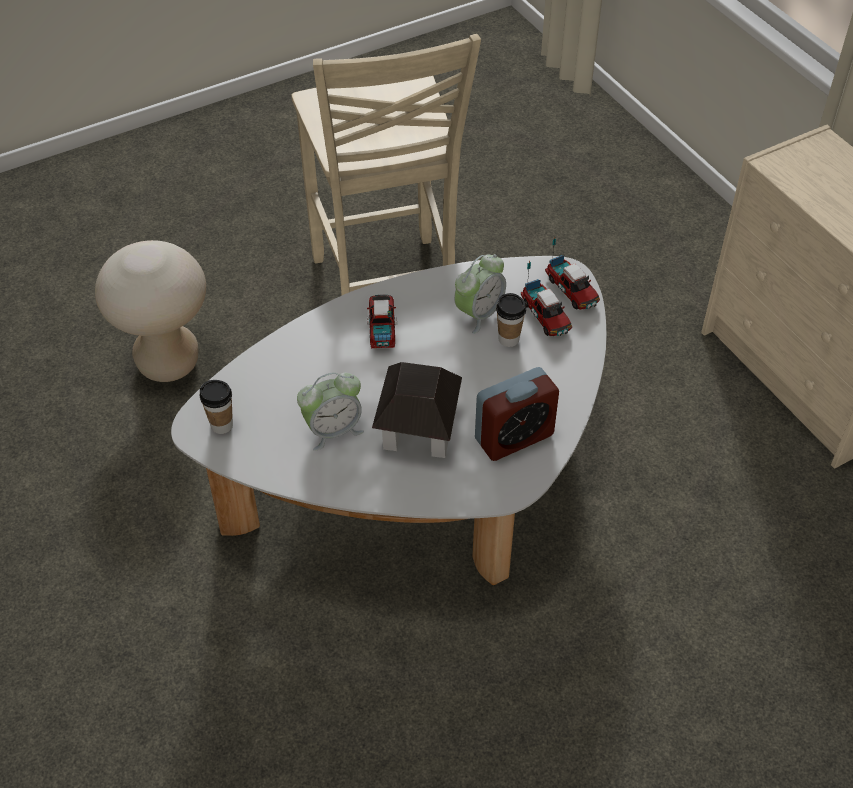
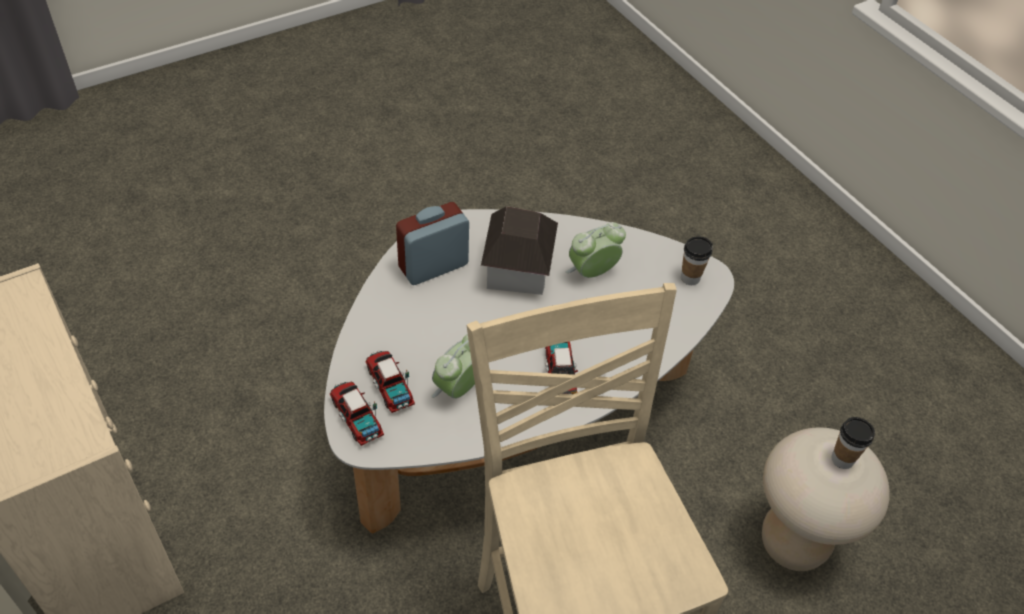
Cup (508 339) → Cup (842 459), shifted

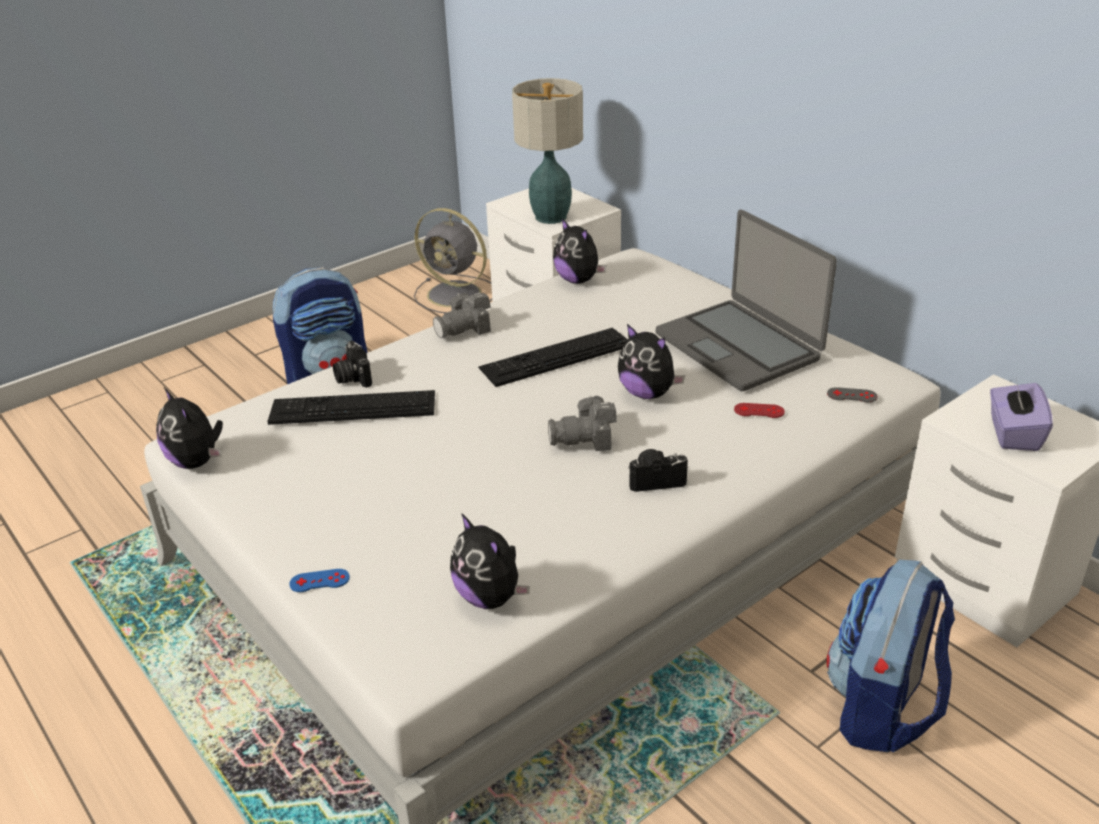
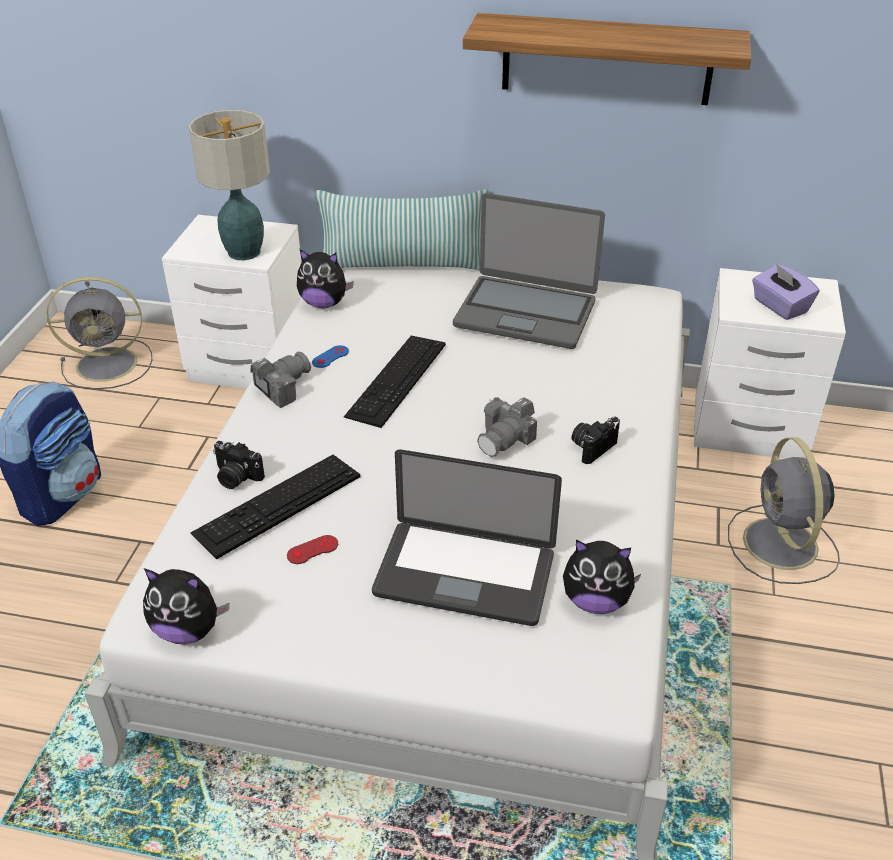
PhotoCamera (465 328) → PhotoCamera (281 387), 150 degrees counterclockwise
RedGameController (759 411) → RedGameController (312 550), shifted
BlueGameController (319 581) → BlueGameController (330 357), shifted
- → Pillow (403 265)
- → Laptop (464 575)
- → Shelf (607 59)
Backpack (882 709) → GreyFan (781 546)
PlushToy (647 393) → -
GreyGameController (852 395) → -

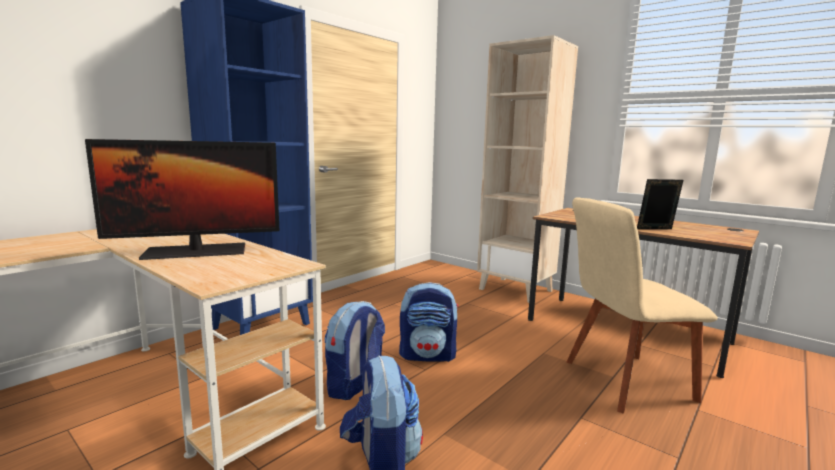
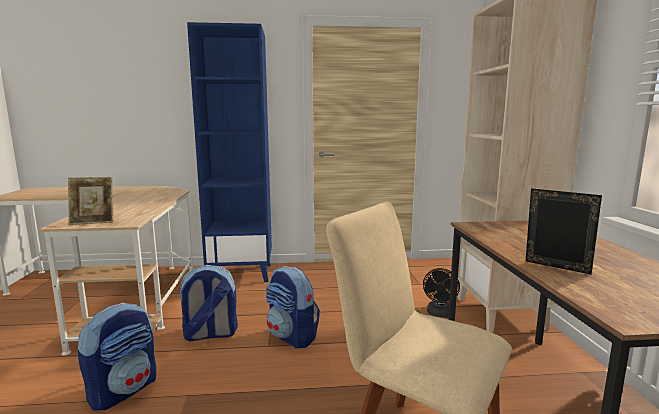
- → PictureFrame (93 222)
- → BlackFan (440 314)
Monitor (196 251) → -

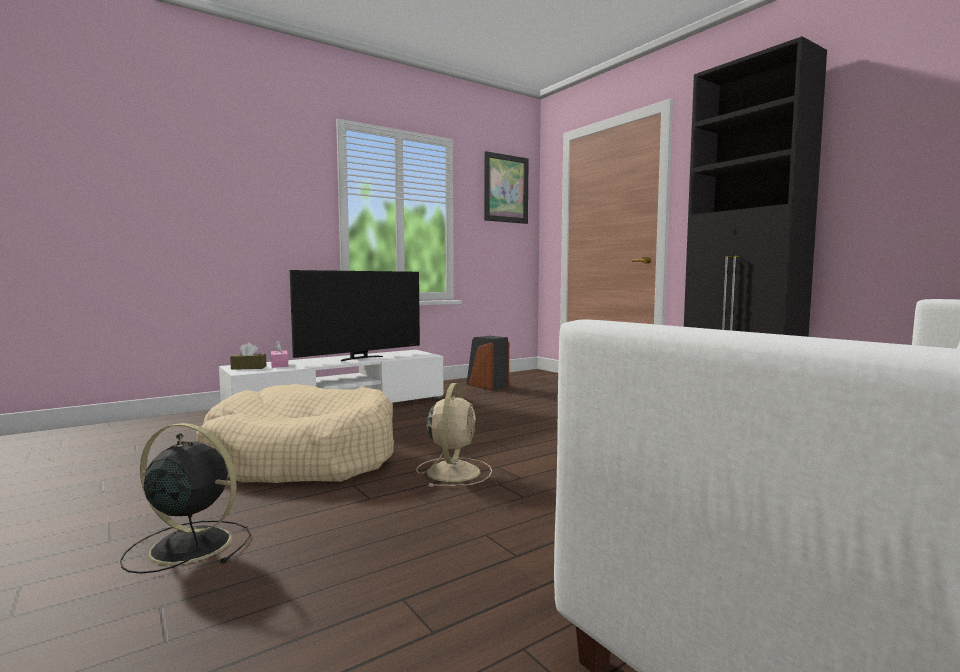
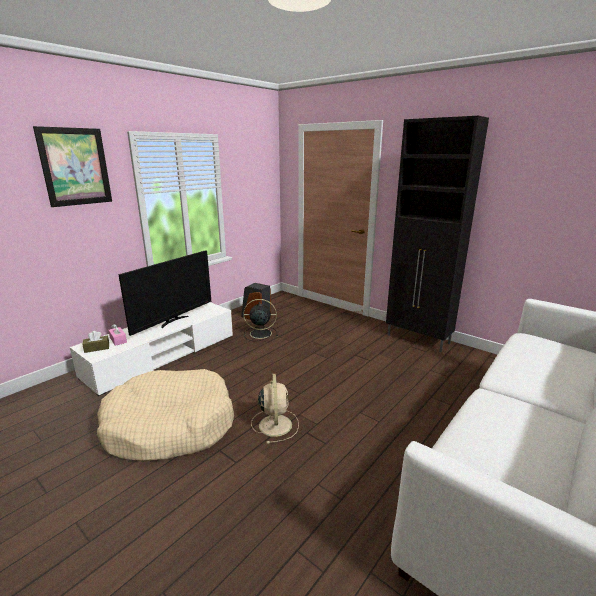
Picture (506 188) → Picture (75 167), shifted
BlackFan (188 545) → BlackFan (259 333), shifted

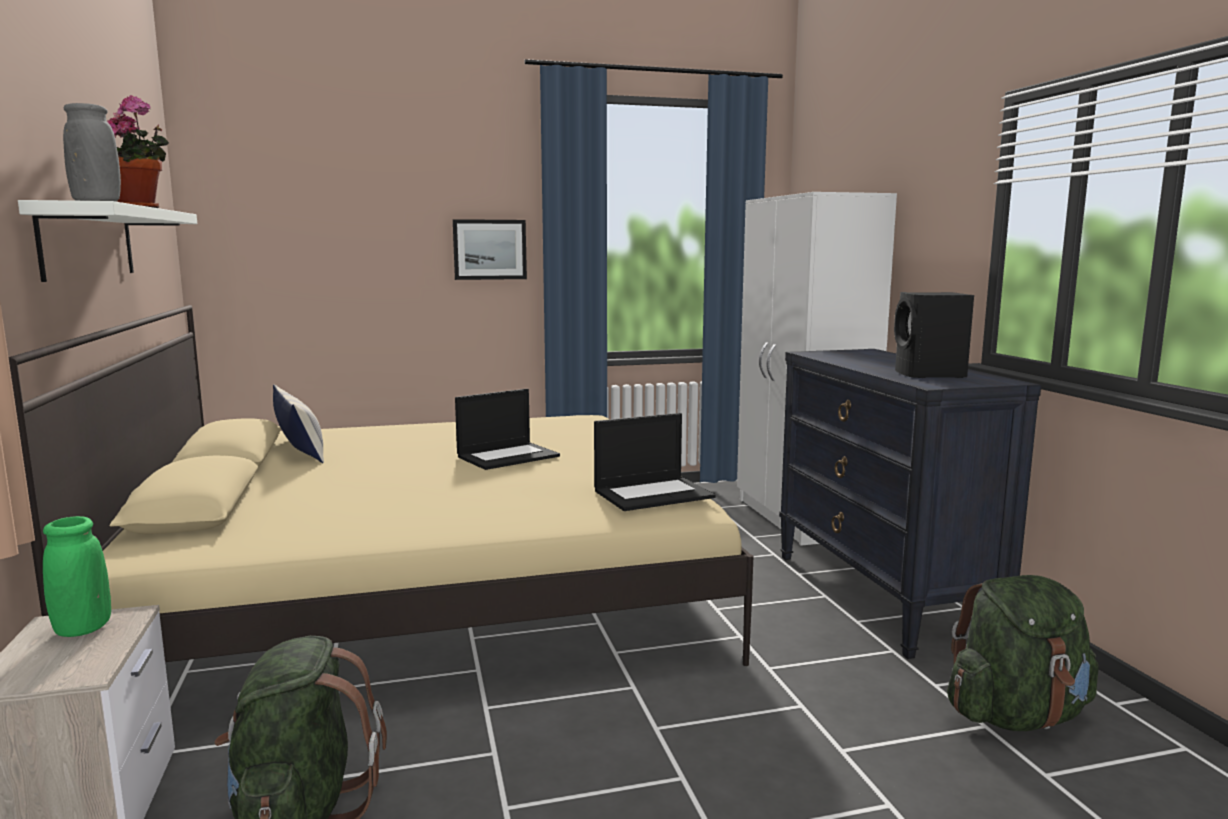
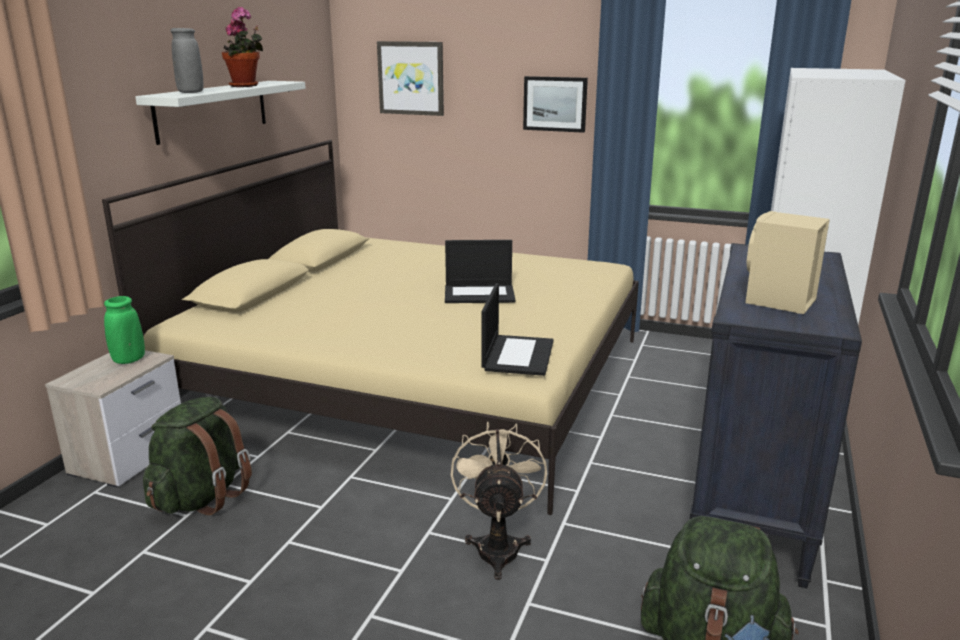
- → Picture (411 78)
- → BeigeFan (498 545)
Laptop (654 493) → Laptop (517 355), 90 degrees counterclockwise
BlackSpeaker (929 374) → BeigeSpeaker (778 302)
Pillow (300 449) → -

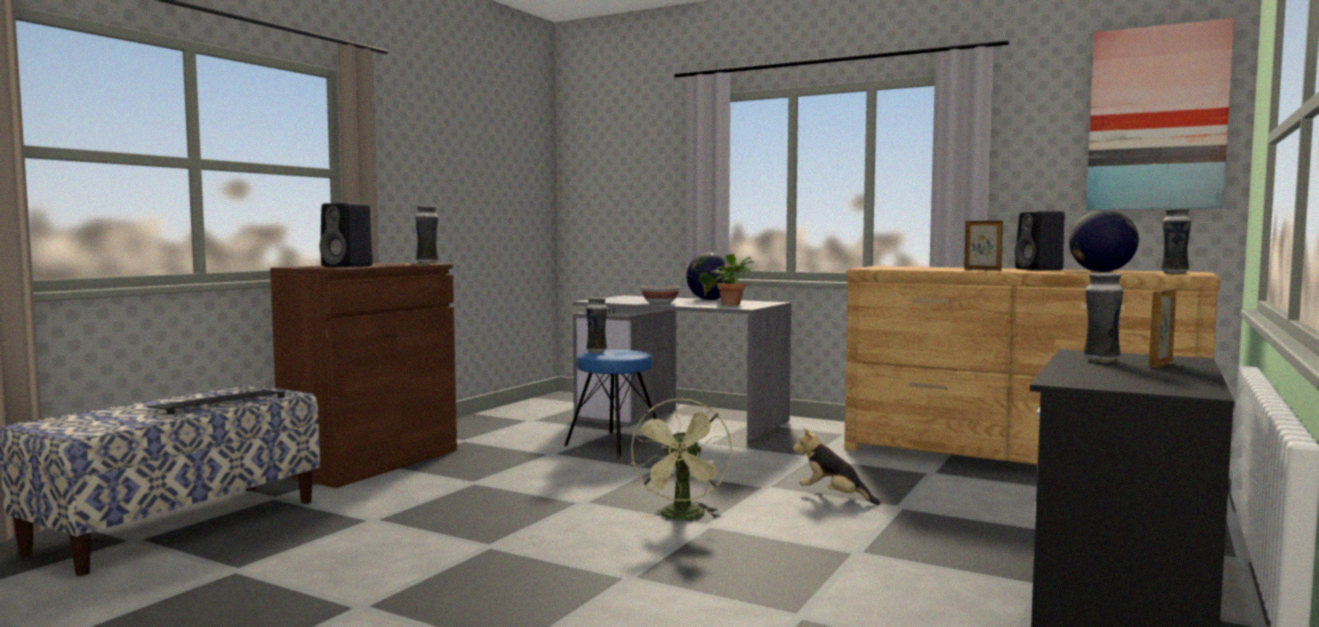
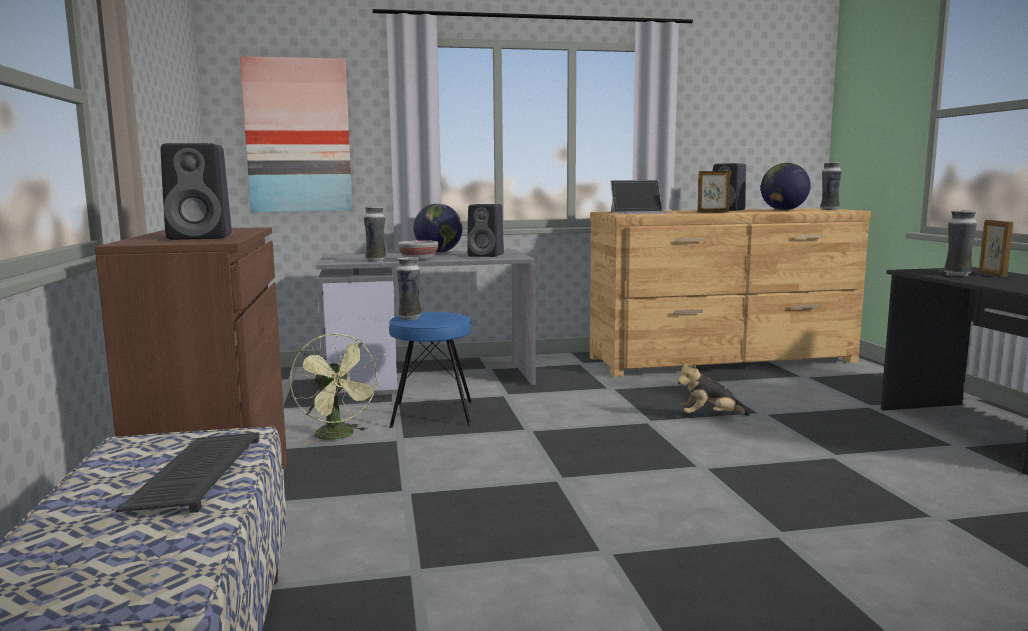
Picture (1157 118) → Picture (298 136), shifted
GreenFan (683 517) → GreenFan (339 436), shifted
Vase (427 263) → Vase (376 261), shifted
PottedPlant (731 304) → BlackSpeaker (487 255)
- → Laptop (642 212)

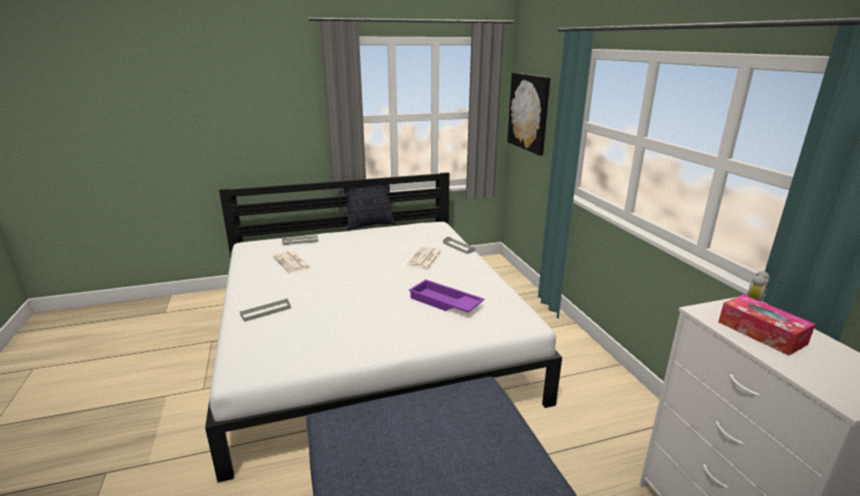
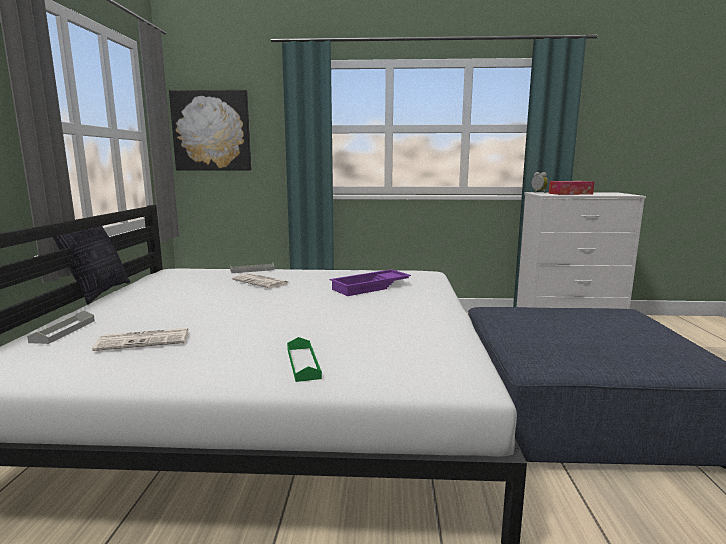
GreyTray (266 311) → GreenTray (303 363)

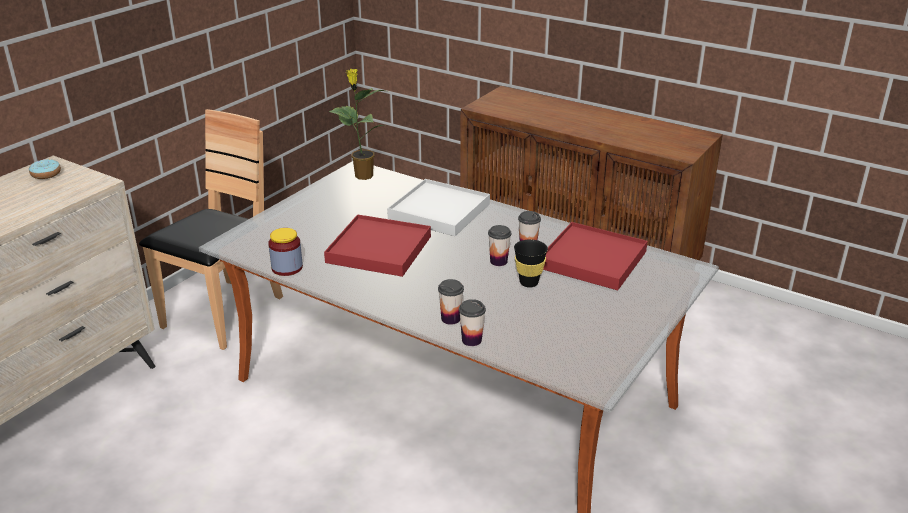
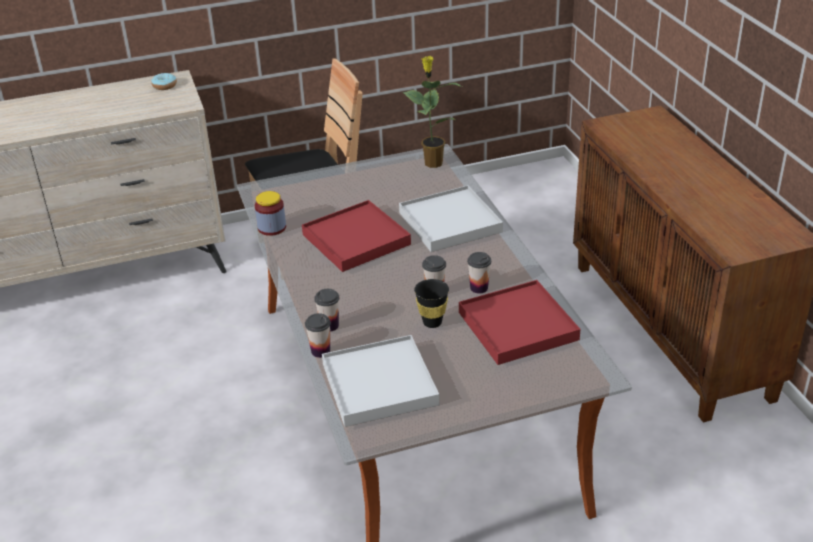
- → WhiteTray (379 384)

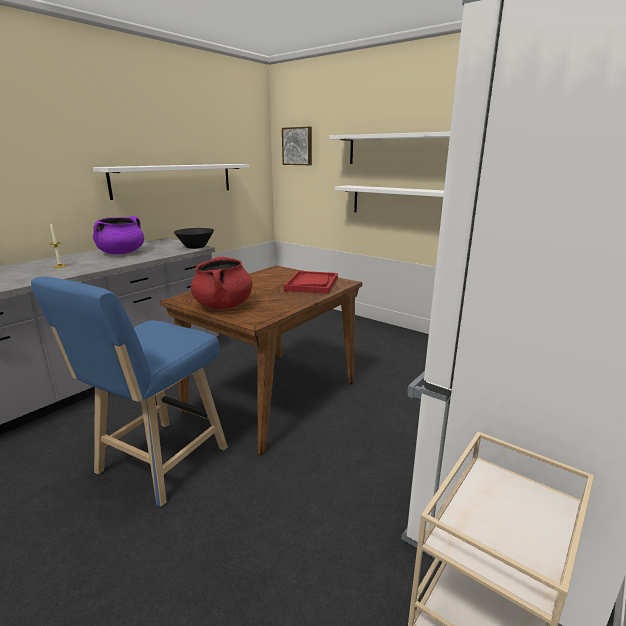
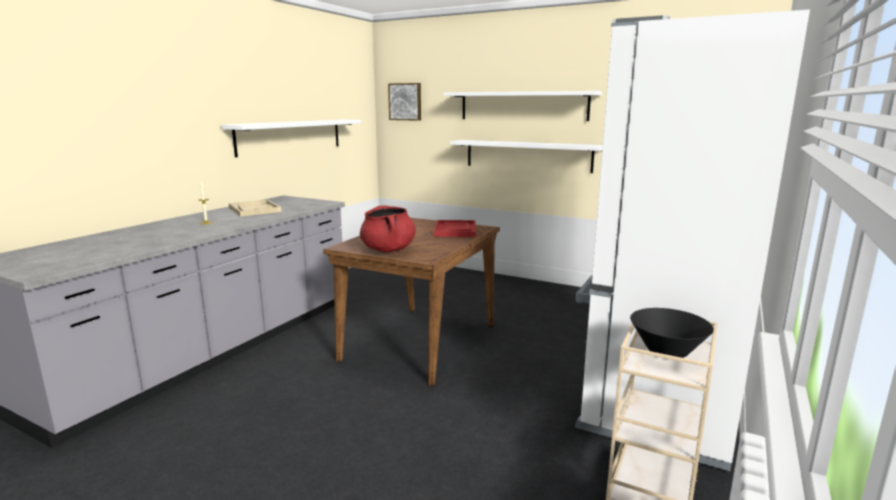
PurpleCookingPot (121 253) → BeigeTray (254 210)
BlackBowl (195 247) → BlackBowl (667 352), shifted
BlueStool (157 464) → -

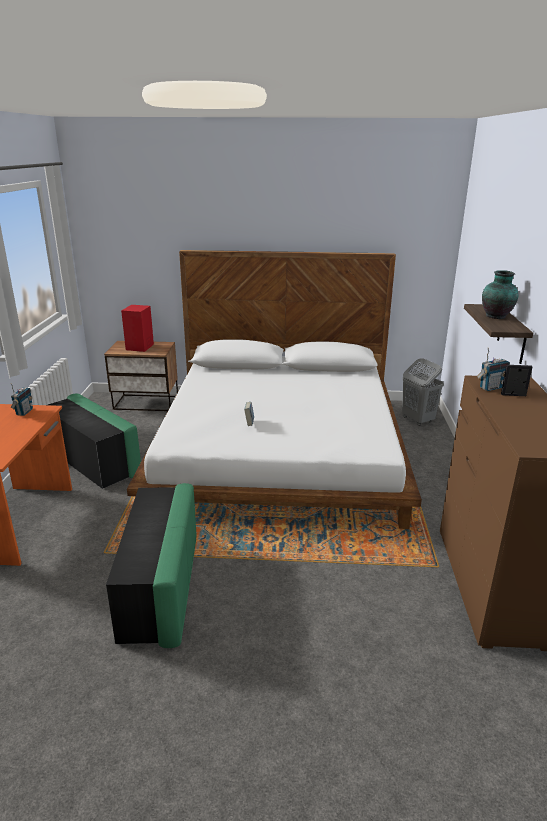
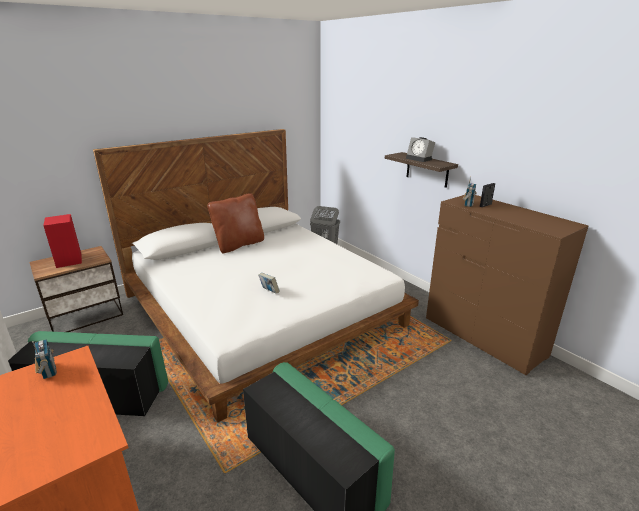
- → BrownPillow (239 245)
Vase (497 316) → AlarmClock (420 159)

